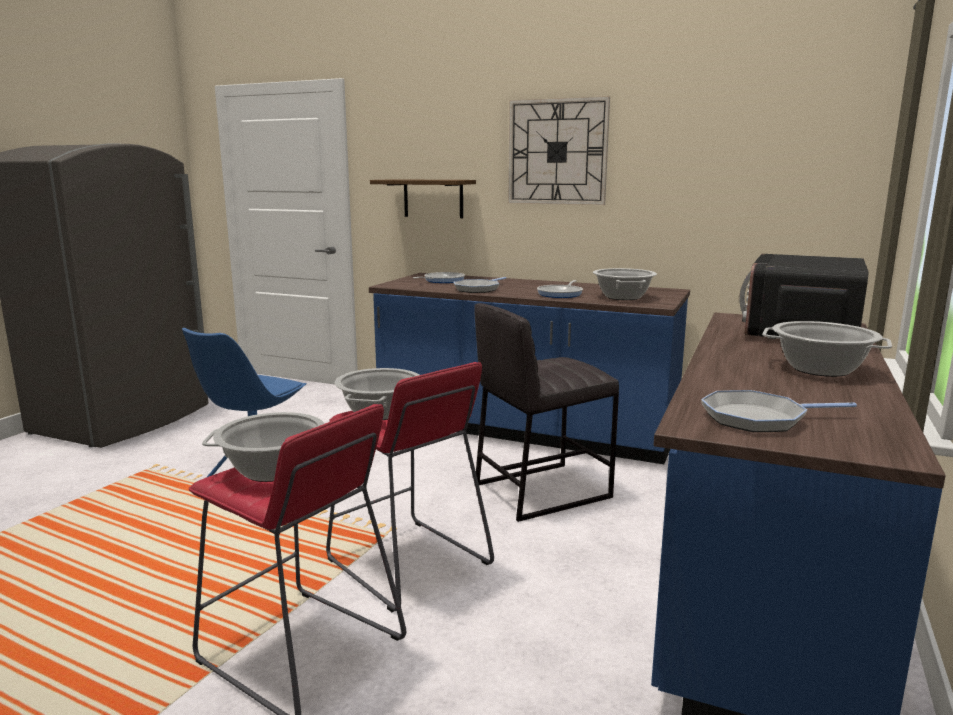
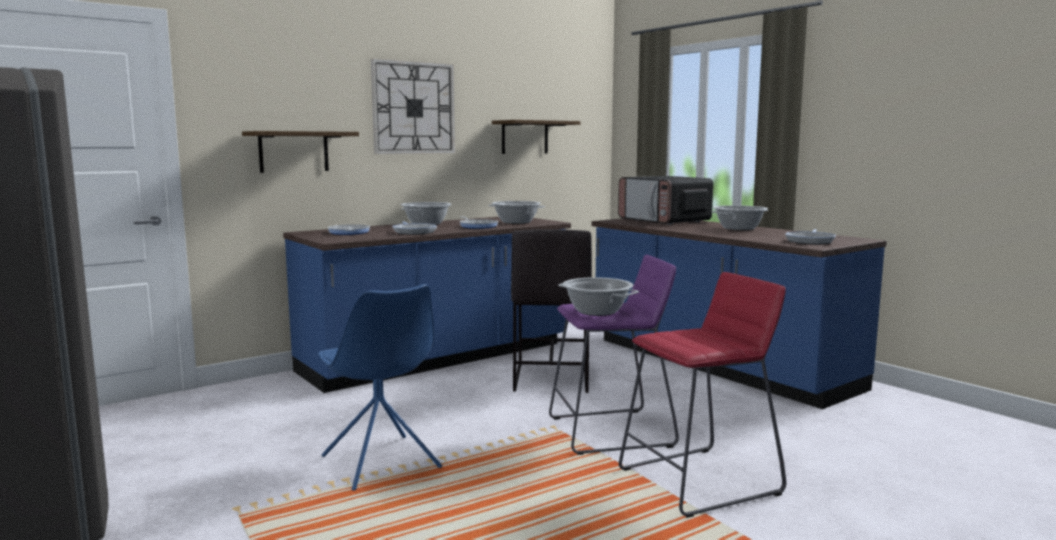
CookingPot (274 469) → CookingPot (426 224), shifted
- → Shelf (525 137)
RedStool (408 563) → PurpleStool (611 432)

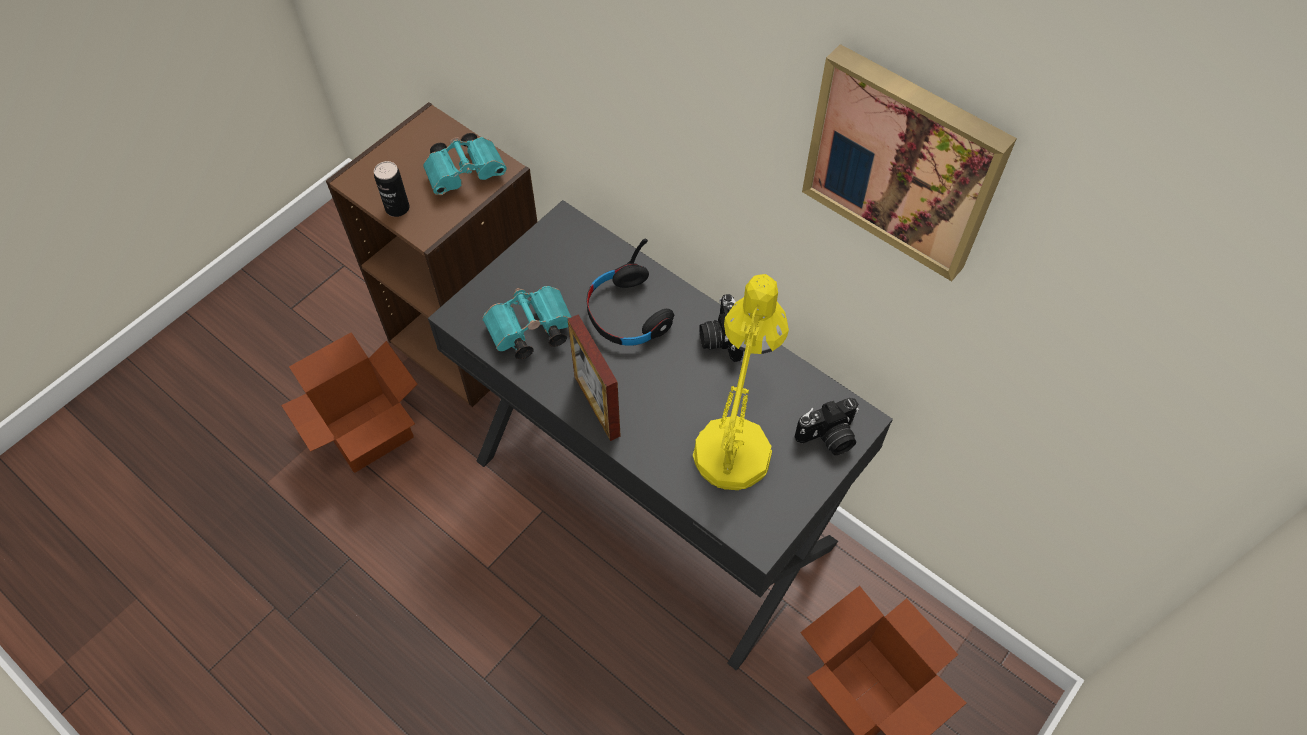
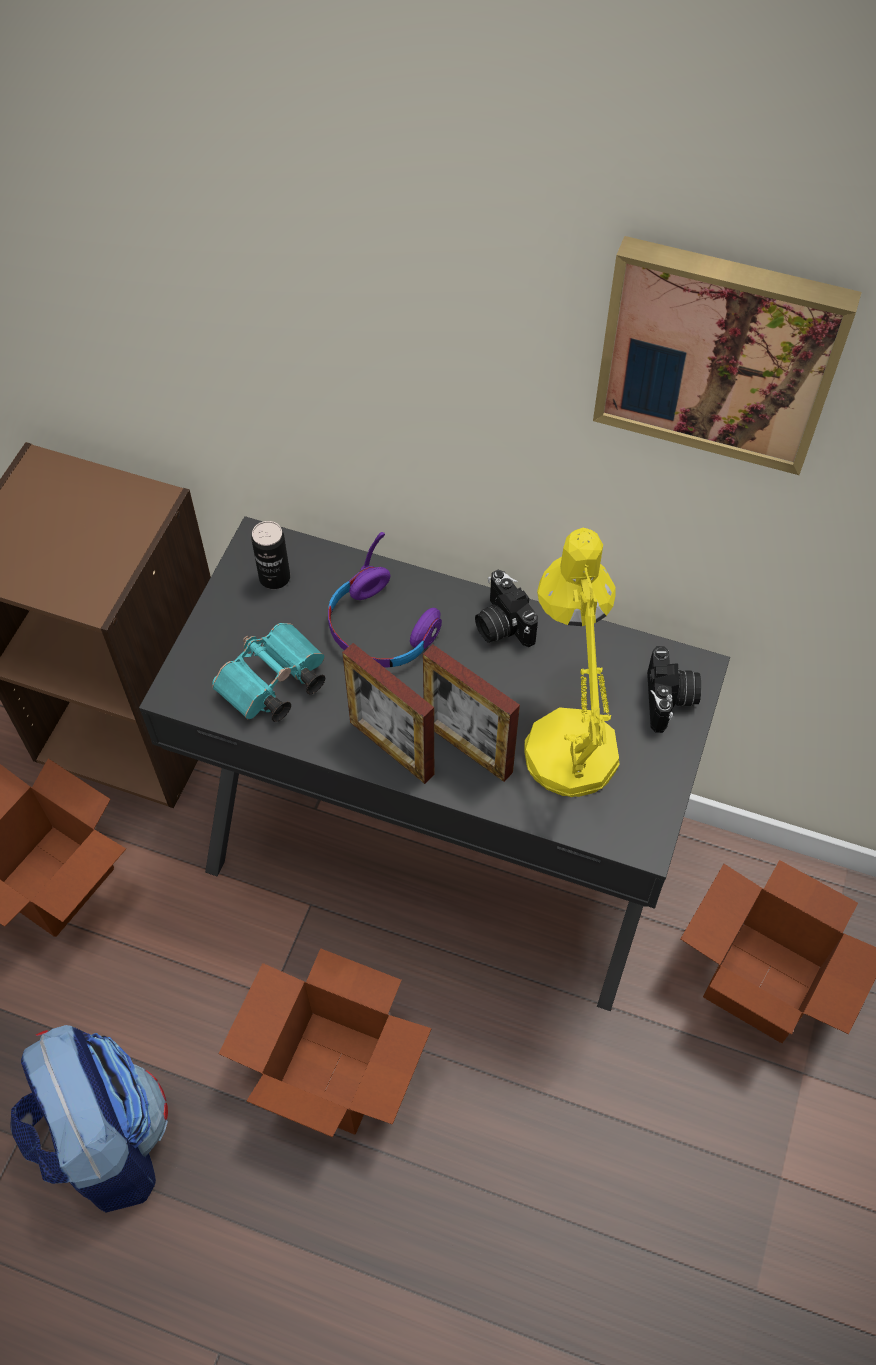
- → Backpack (105 1138)
- → CardboardBox (333 1073)
Can (397 208) → Can (274 577), shifted
BlackHeadphones (627 314) → PurpleHeadphones (381 629)
- → PictureFrame (468 748)
PhotoCamera (828 437) → PhotoCamera (670 700), 45 degrees counterclockwise
TurquoiseBinoculars (467 173) → -

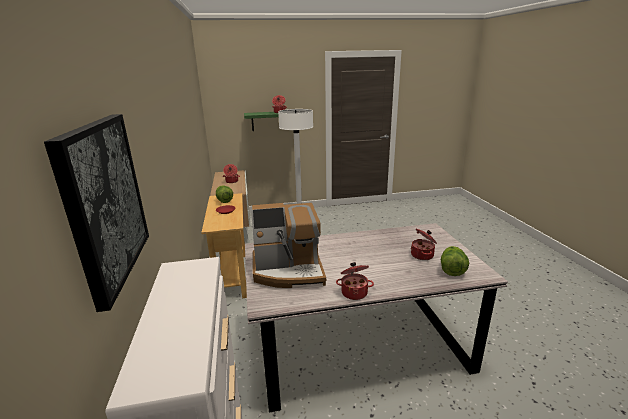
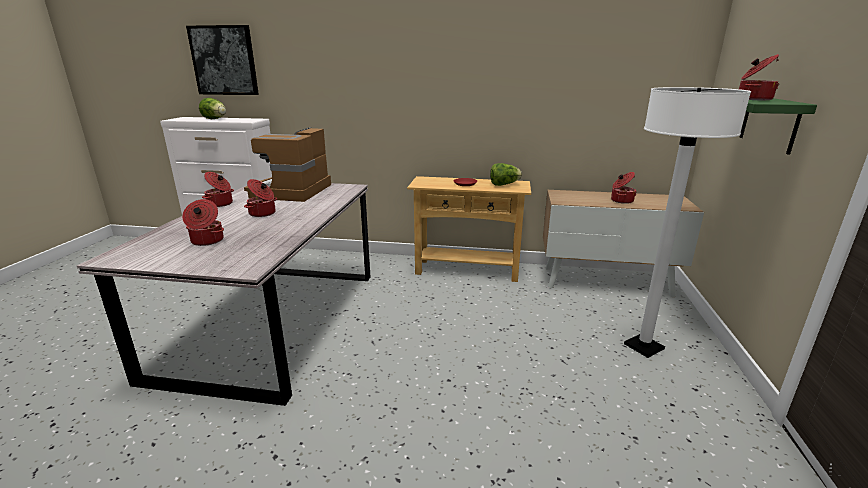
Lettuce (451 270) → Lettuce (215 119), shifted
- → CookingPot (263 213)

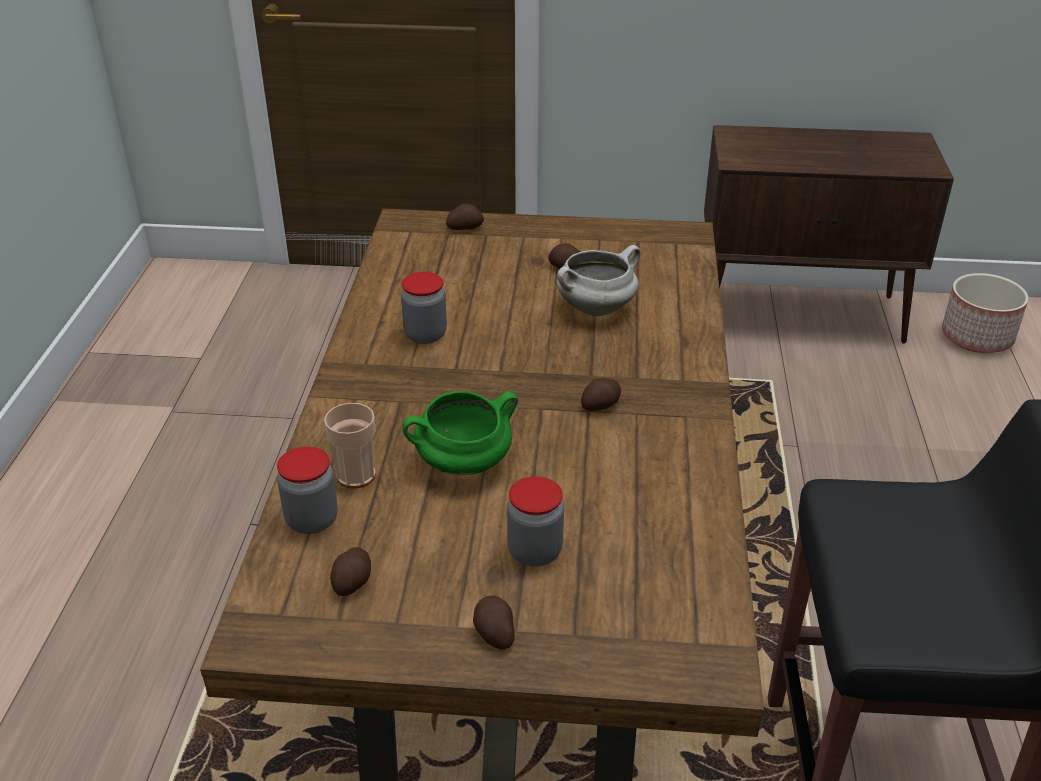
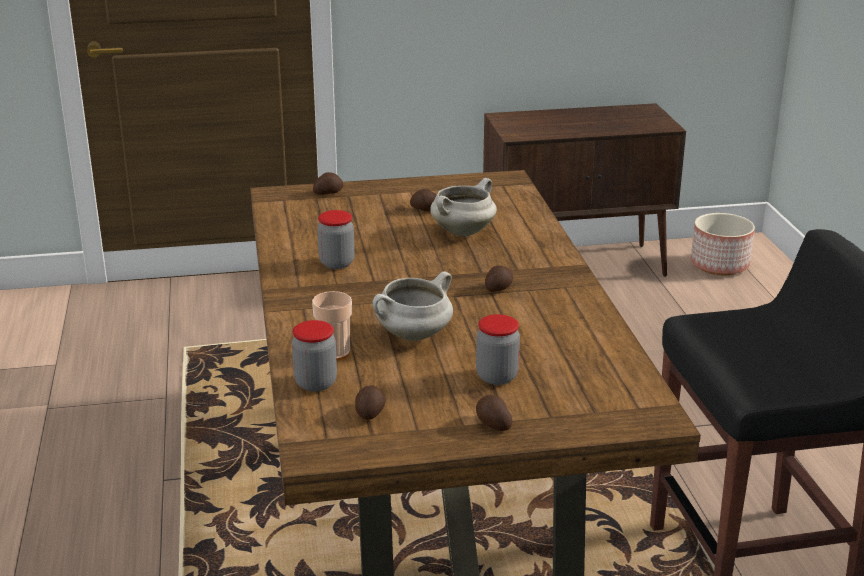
GreenCookingPot (462 464) → WhiteCookingPot (413 336)

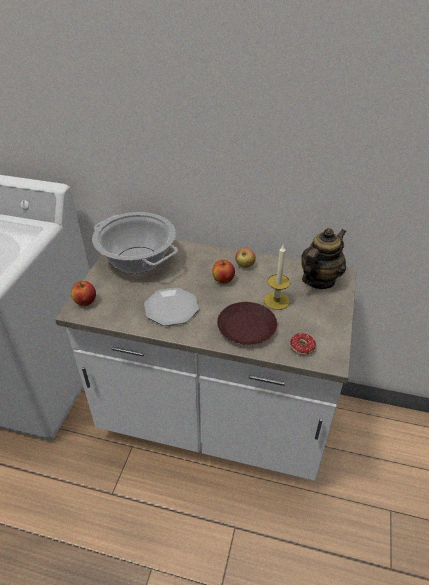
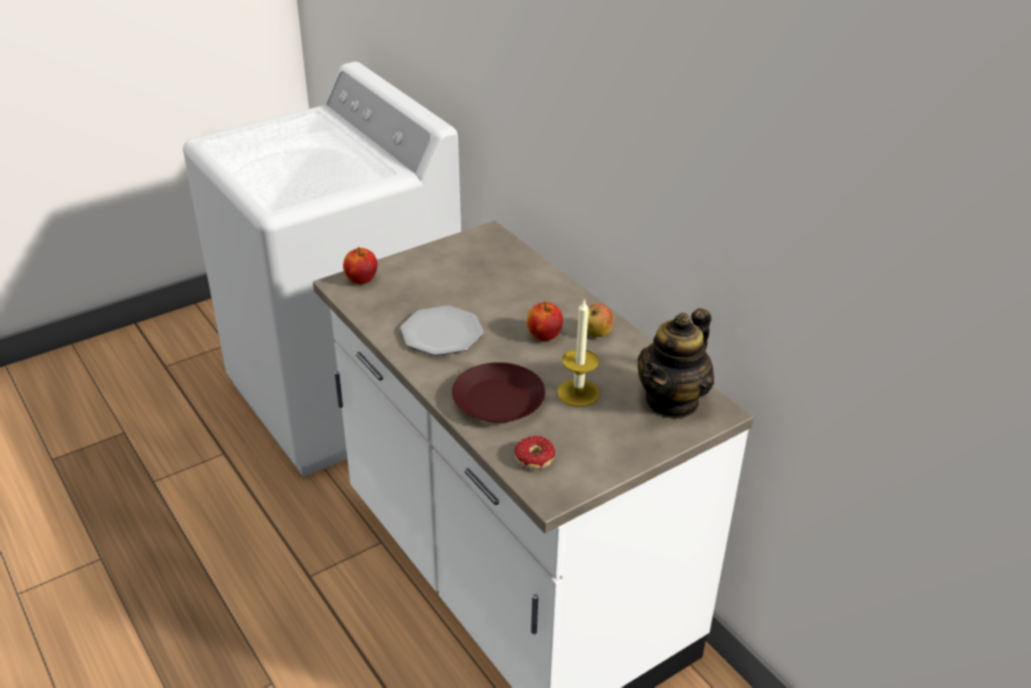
Teapot (319 280) → Teapot (672 401), 135 degrees clockwise
CookingPot (138 260) → -

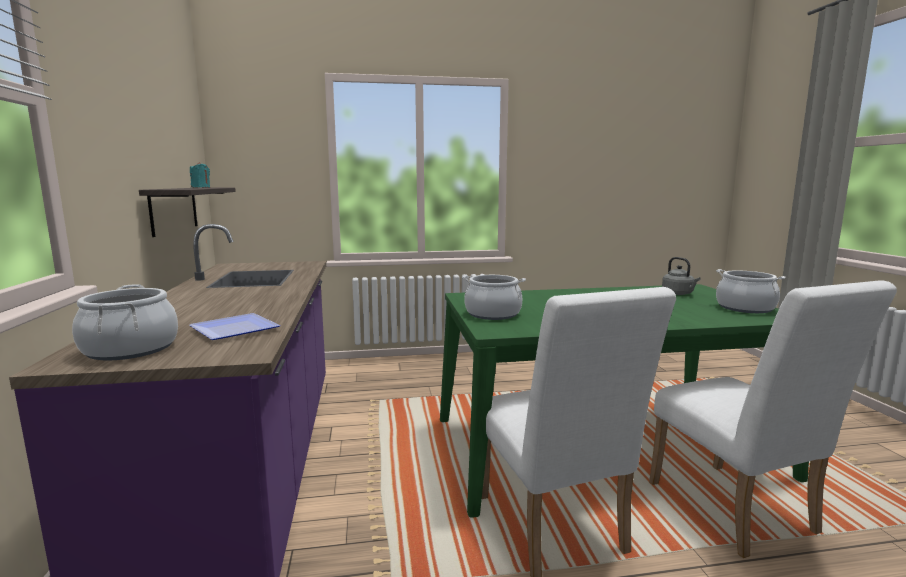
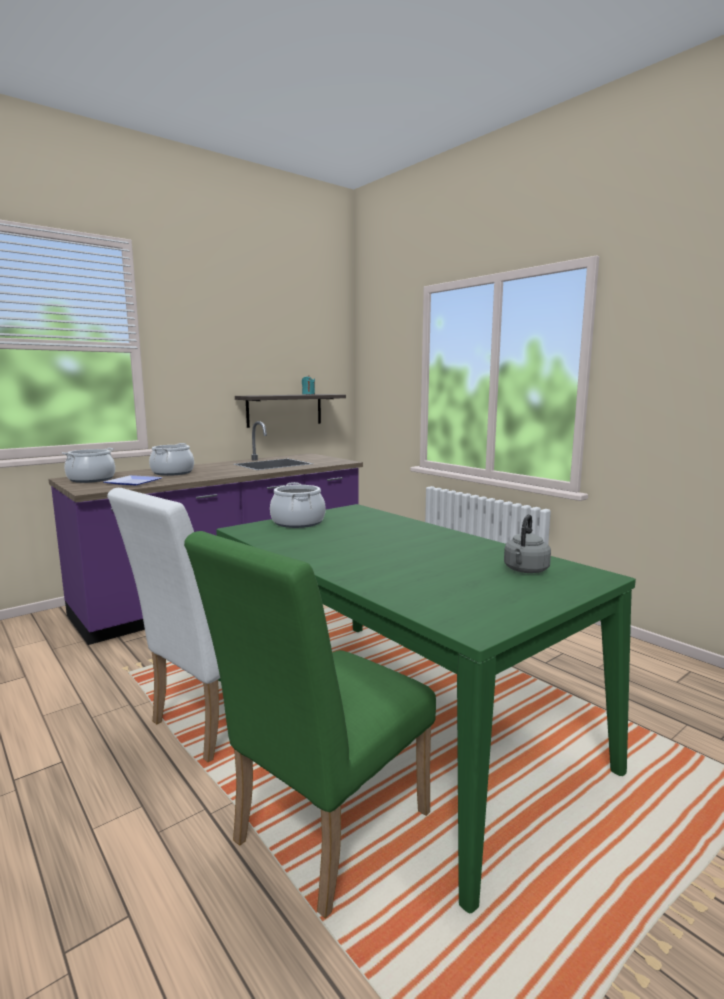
CookingPot (745 308) → CookingPot (173 473), shifted
WhiteChair (738 514) → GreenChair (321 835)

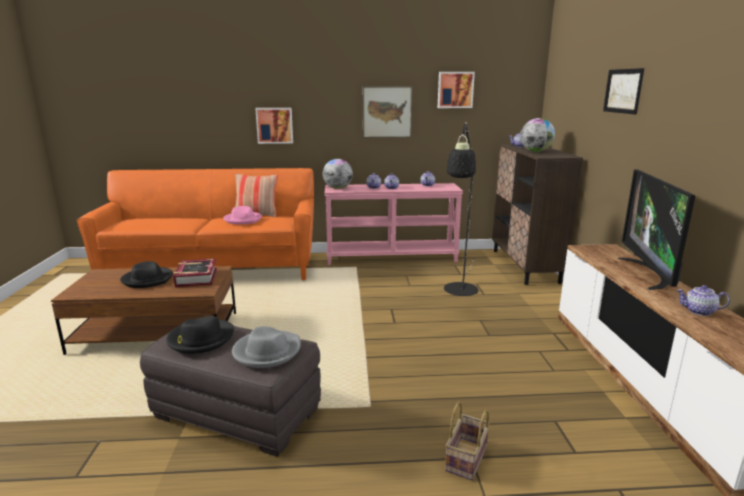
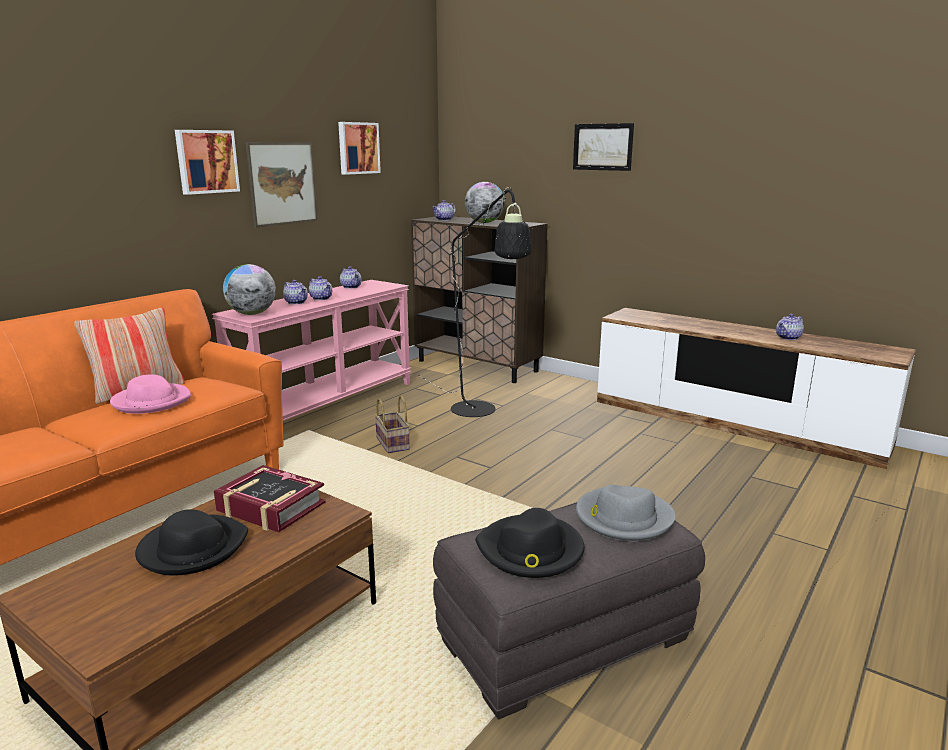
Picture (274 125) → Picture (206 161), shifted
Basket (467 460) → Basket (393 443), shifted
Television (649 274) → -

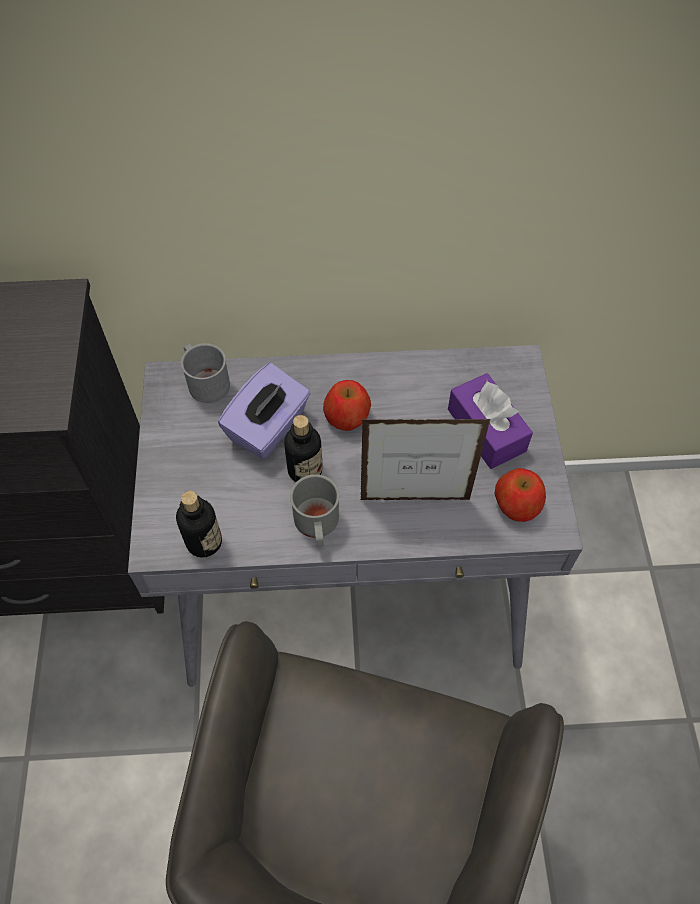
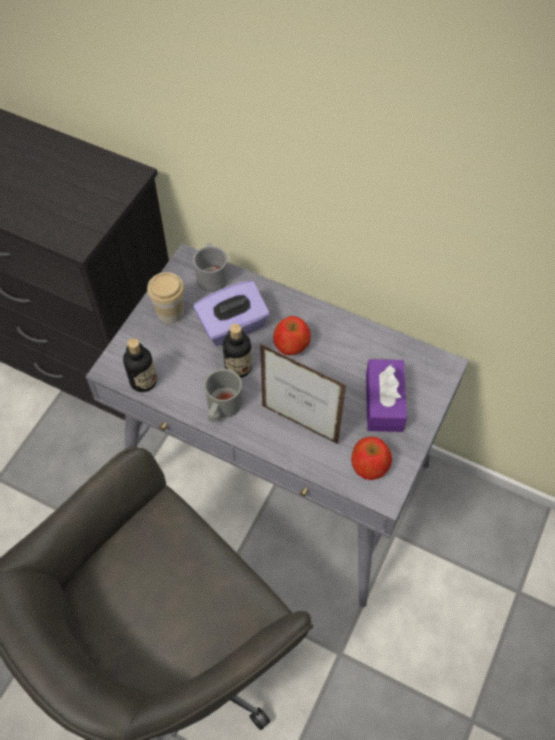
- → Cup (170 312)

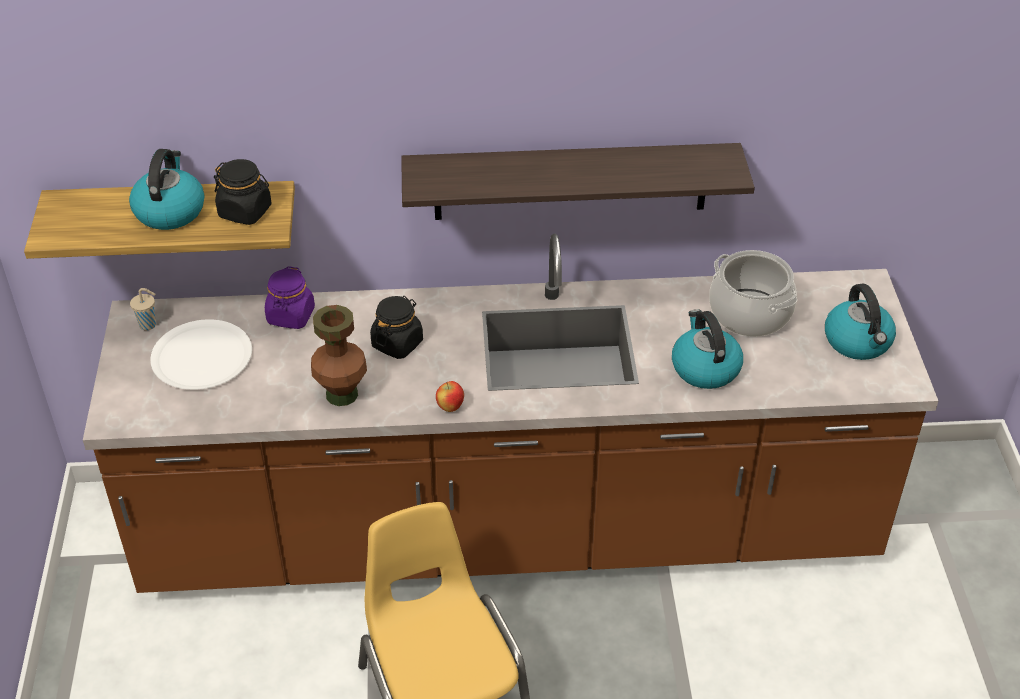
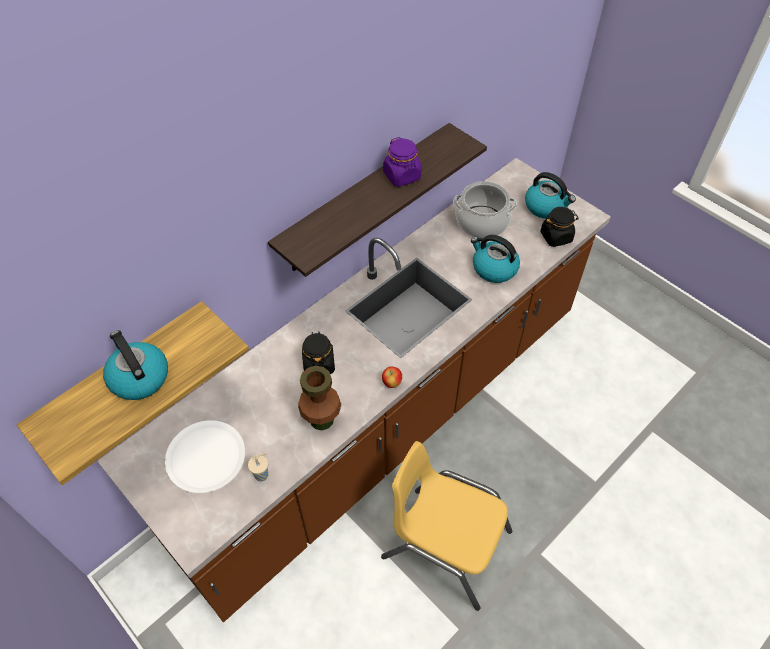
BeigeCup (149 325) → BeigeCup (262 474), shifted
PurpleJar (291 316) → PurpleJar (402 176), shifted
BlackJar (245 211) → BlackJar (556 237), shifted

